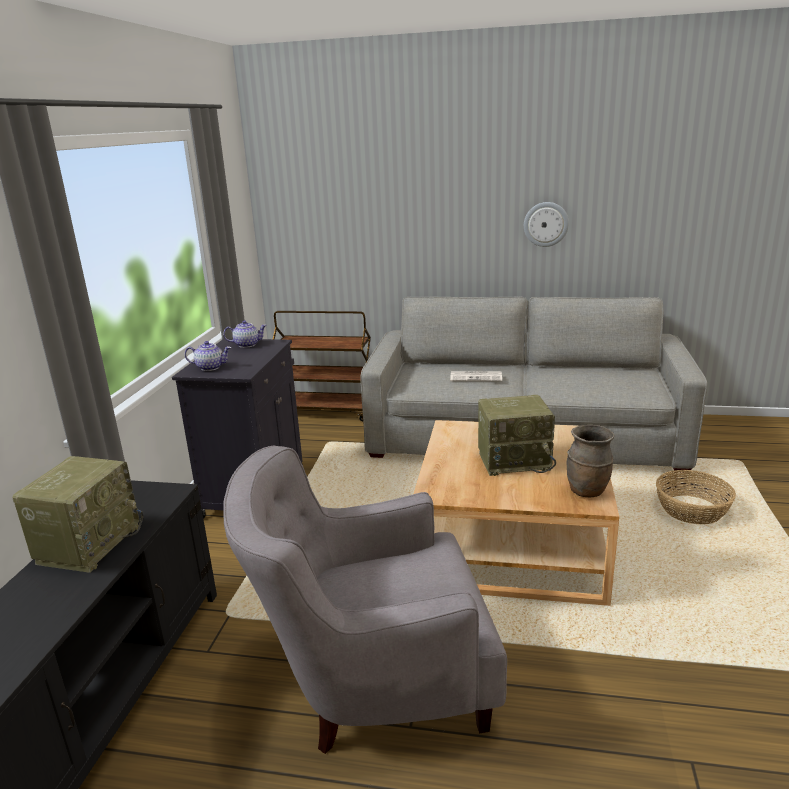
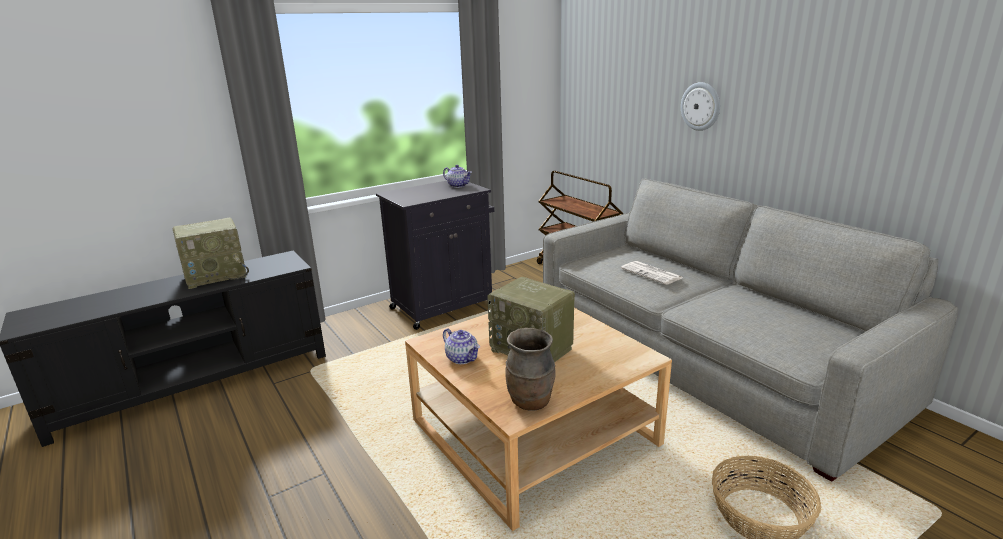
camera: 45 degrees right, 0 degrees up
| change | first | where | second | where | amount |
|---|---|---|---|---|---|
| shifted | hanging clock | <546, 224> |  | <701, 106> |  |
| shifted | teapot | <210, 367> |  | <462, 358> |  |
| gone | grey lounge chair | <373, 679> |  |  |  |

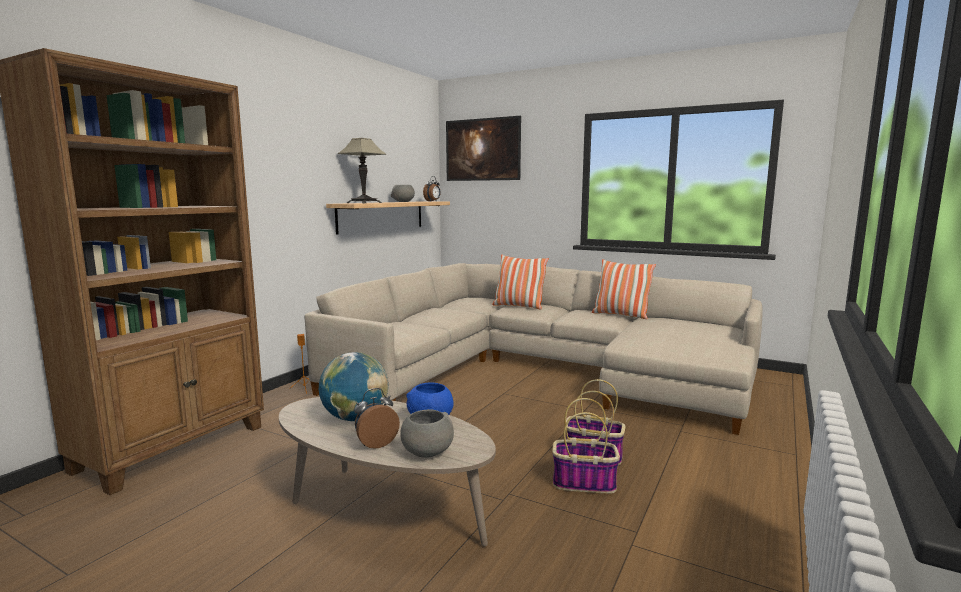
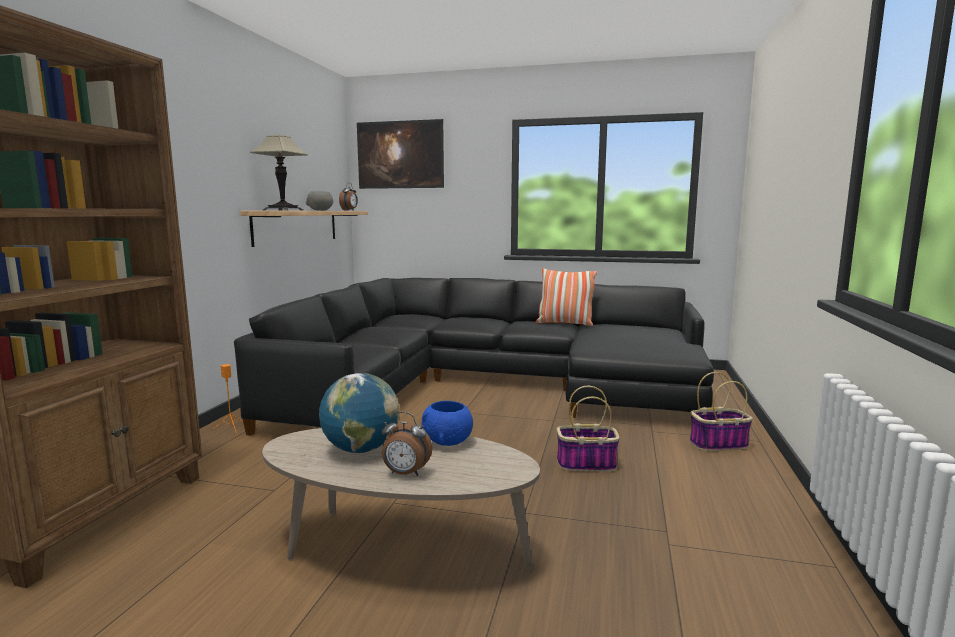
camera: 15 degrees left, 0 degrees up
| change | first | where | second | where | amount |
|---|---|---|---|---|---|
| gone | pillow | <519, 306> |  |  |  |
| repainted | beige-coloured sofa | <539, 370> | black sofa | <487, 386> |  |
| rotated | table clock | <376, 443> |  | <405, 473> | 120 degrees counterclockwise |
| shifted | household basket | <584, 483> |  | <718, 444> |  |
| gone | grey serving bowl | <427, 452> |  |  |  |

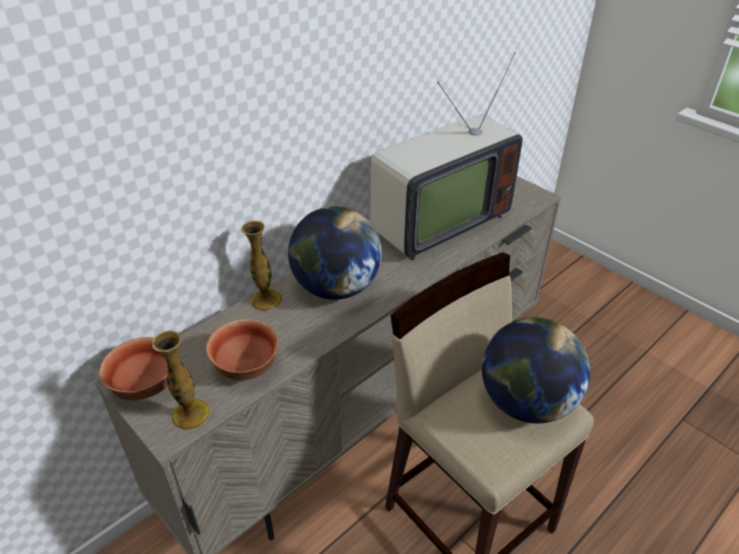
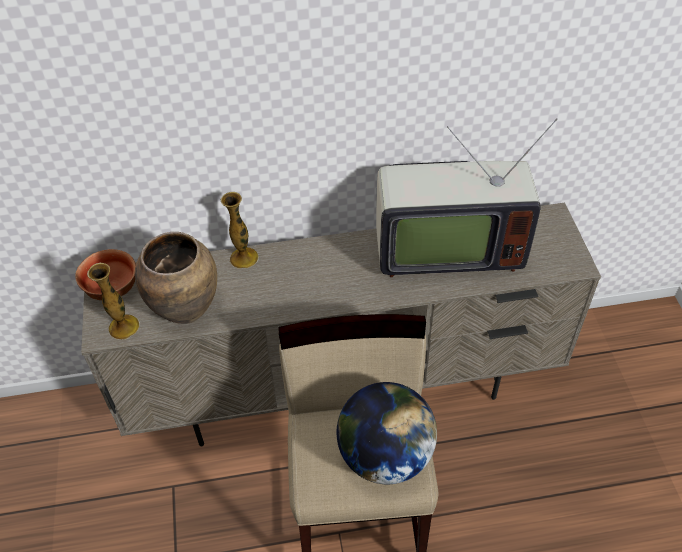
camera: 35 degrees right, 10 degrees up
| change | first | where | second | where | amount |
|---|---|---|---|---|---|
| gone | globe | <336, 288> |  |  |  |
| swapped | serving bowl | <247, 366> | brown decorative vase | <187, 309> |  |

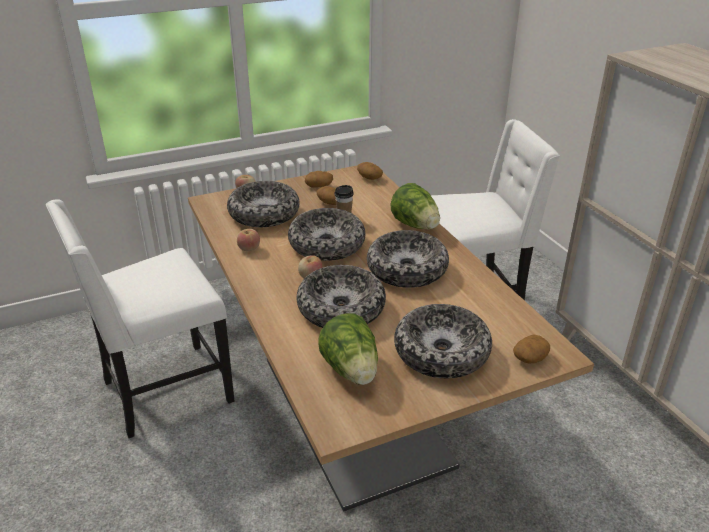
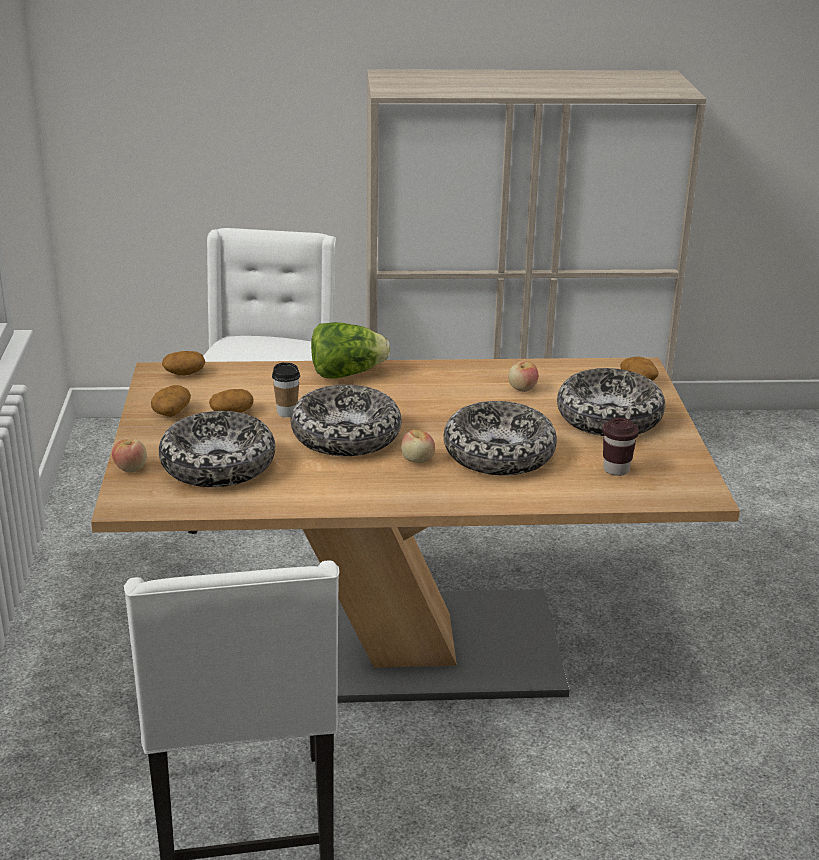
camera: 70 degrees left, 5 degrees down
| change | first | where | second | where | amount |
|---|---|---|---|---|---|
| shifted | apple fruit | <249, 248> |  | <522, 389> |  |
| gone | serving bowl | <407, 269> |  |  |  |
| swapped | lettuce | <351, 370> | brown drinking cup | <616, 470> |  |

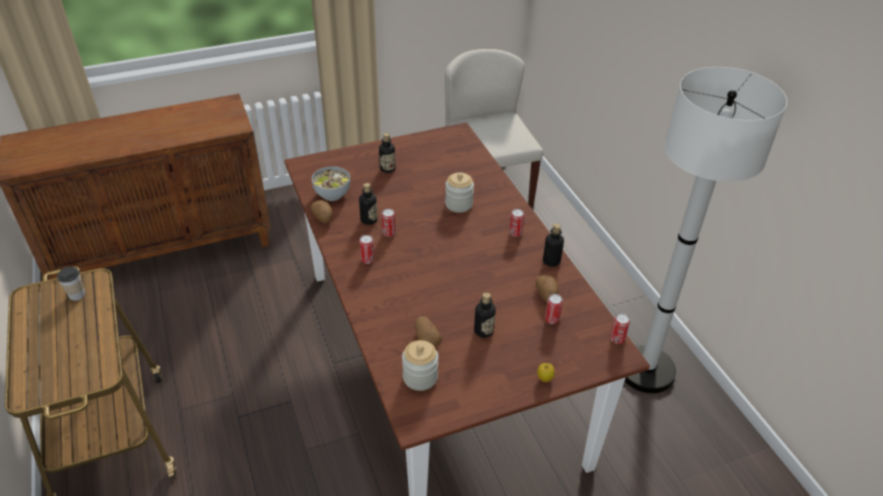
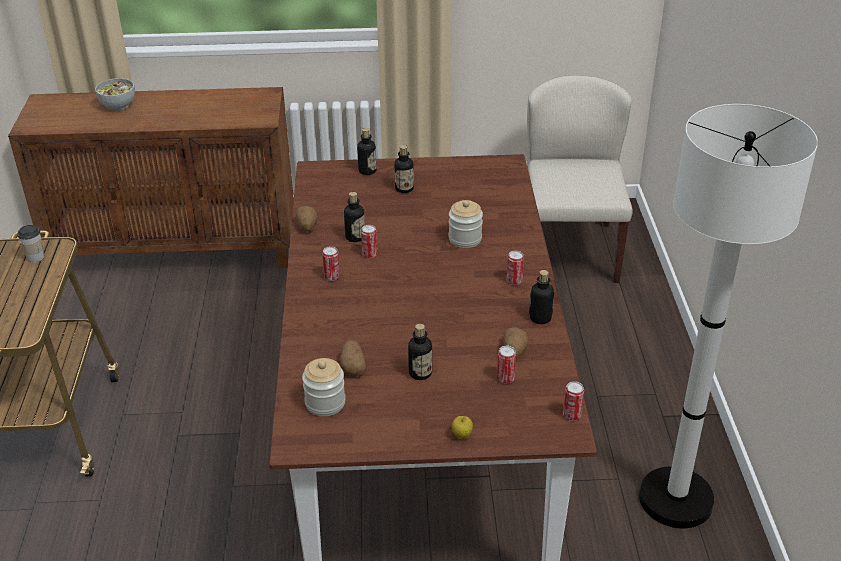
camera: 20 degrees right, 5 degrees down
| change | first | where | second | where | amount |
|---|---|---|---|---|---|
| shifted | serving bowl | <332, 194> |  | <118, 106> |  |
| new |  |  | beverage bottle | <367, 171> |  |

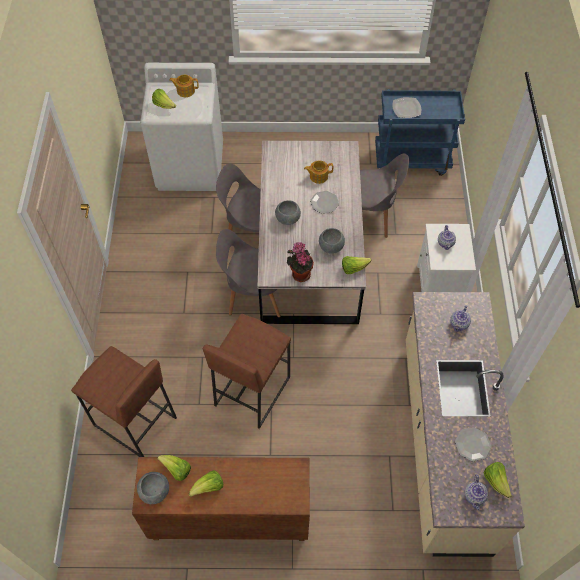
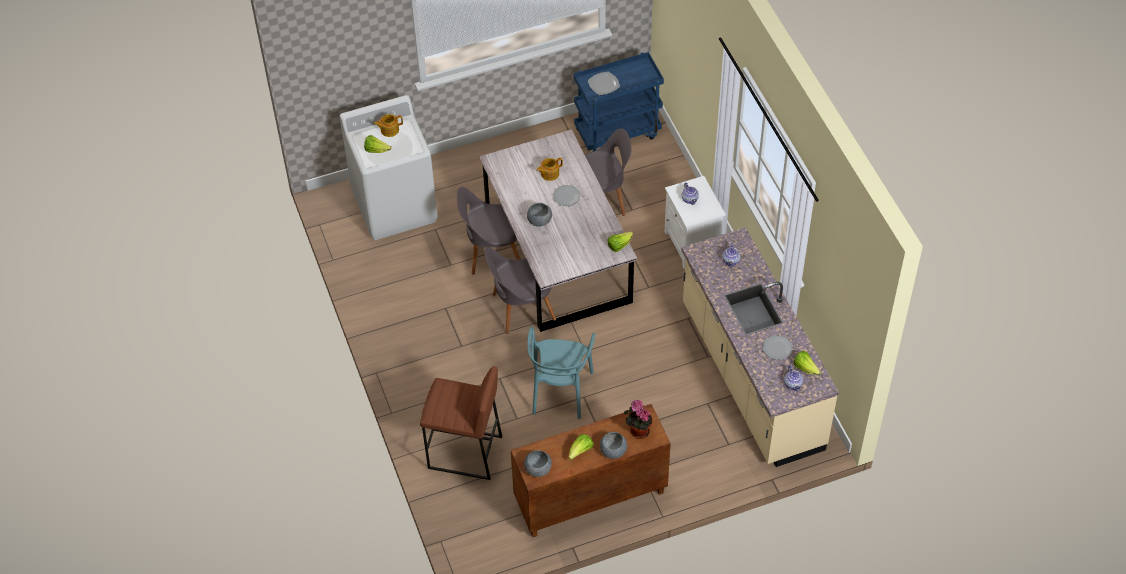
camera: 20 degrees left, 5 degrees down
| change | first | where | second | where | amount |
|---|---|---|---|---|---|
| shifted | grey serving bowl | <331, 246> |  | <613, 450> |  |
| shifted | plant in a pot | <299, 273> |  | <638, 430> |  |
| swapped | brown stool seat | <251, 390> | turquoise plain chair | <560, 391> |  |
| gone | lettuce | <176, 470> |  |  |  |

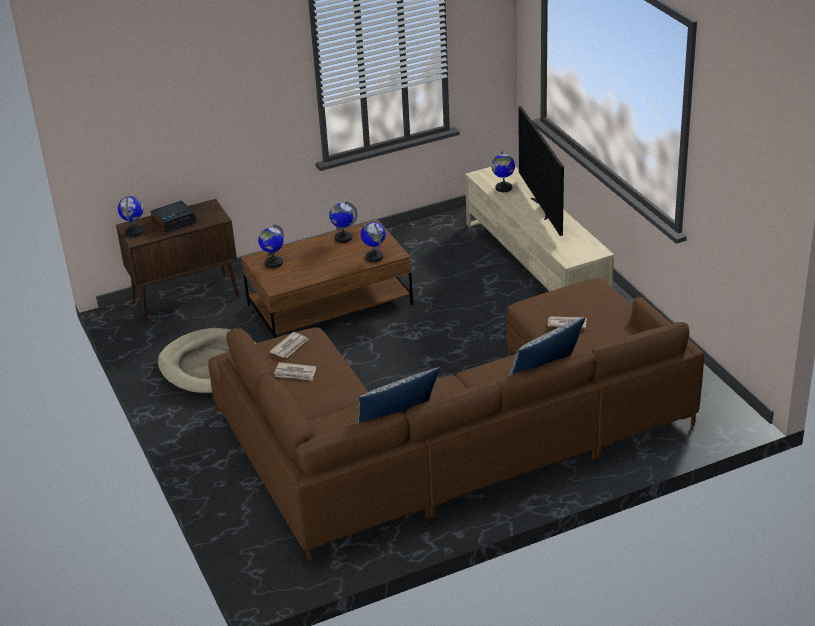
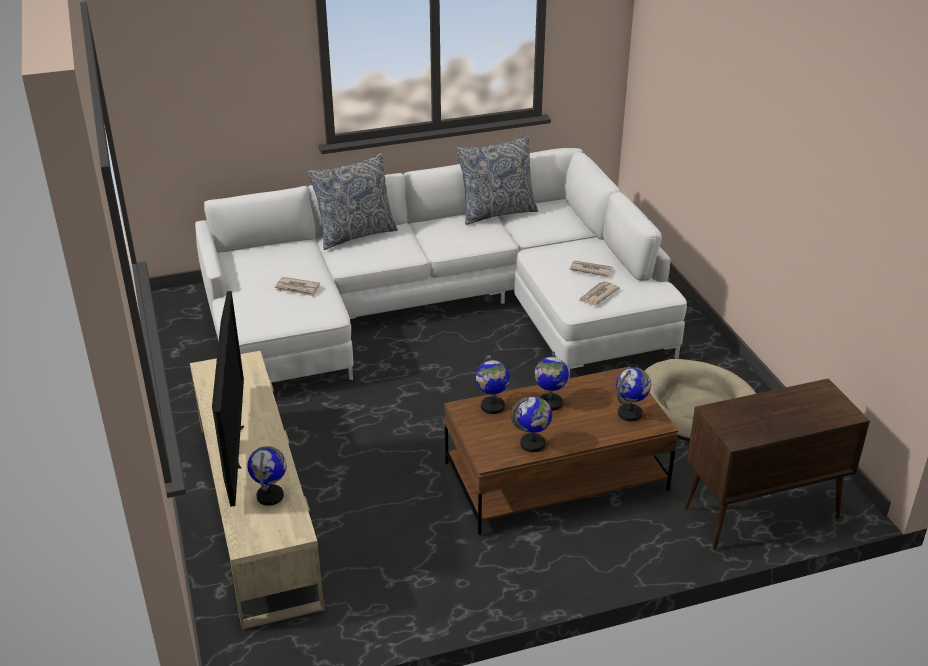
camera: 175 degrees left, 0 degrees up
| change | first | where | second | where | amount |
|---|---|---|---|---|---|
| shifted | globe | <134, 232> |  | <550, 403> |  |
| gone | table clock | <174, 220> |  |  |  |
| repainted | brown sofa | <450, 437> | whitish sofa | <440, 309> |  |

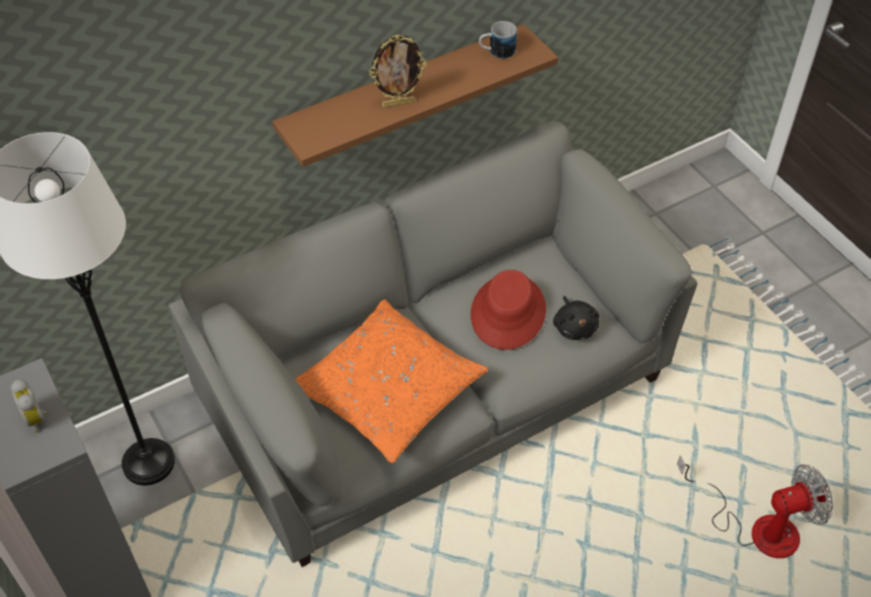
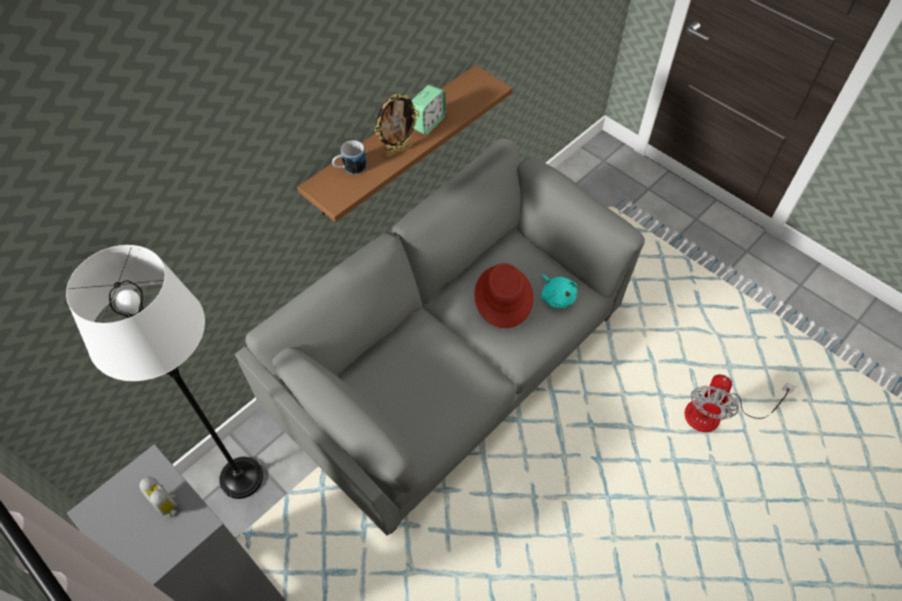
camera: 15 degrees left, 5 degrees up
| change | first | where | second | where | amount |
|---|---|---|---|---|---|
| shifted | tea mug | <496, 52> |  | <350, 168> |  |
| repainted | black soft toy | <574, 327> | turquoise soft toy | <557, 297> |  |
| gone | orangey pillow | <388, 390> |  |  |  |
| rotated | fan | <757, 527> |  | <715, 414> | 150 degrees clockwise |
| new |  |  | table clock | <428, 123> |  |

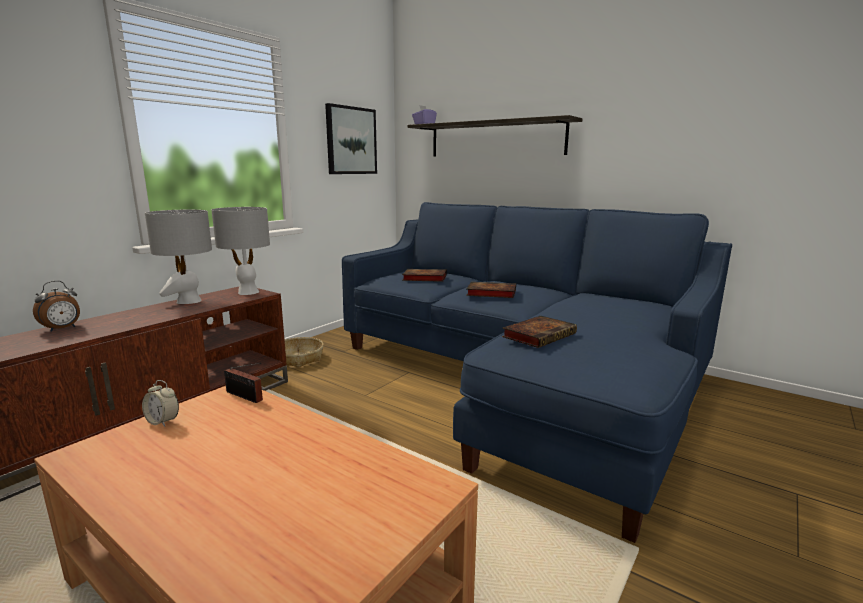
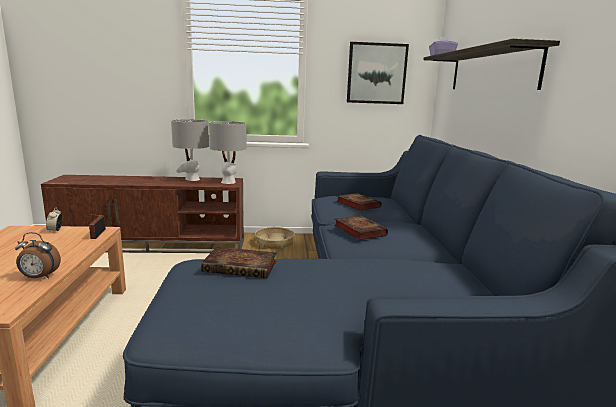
camera: 50 degrees right, 0 degrees up
| change | first | where | second | where | amount |
|---|---|---|---|---|---|
| shifted | table clock | <62, 329> |  | <39, 277> |  |

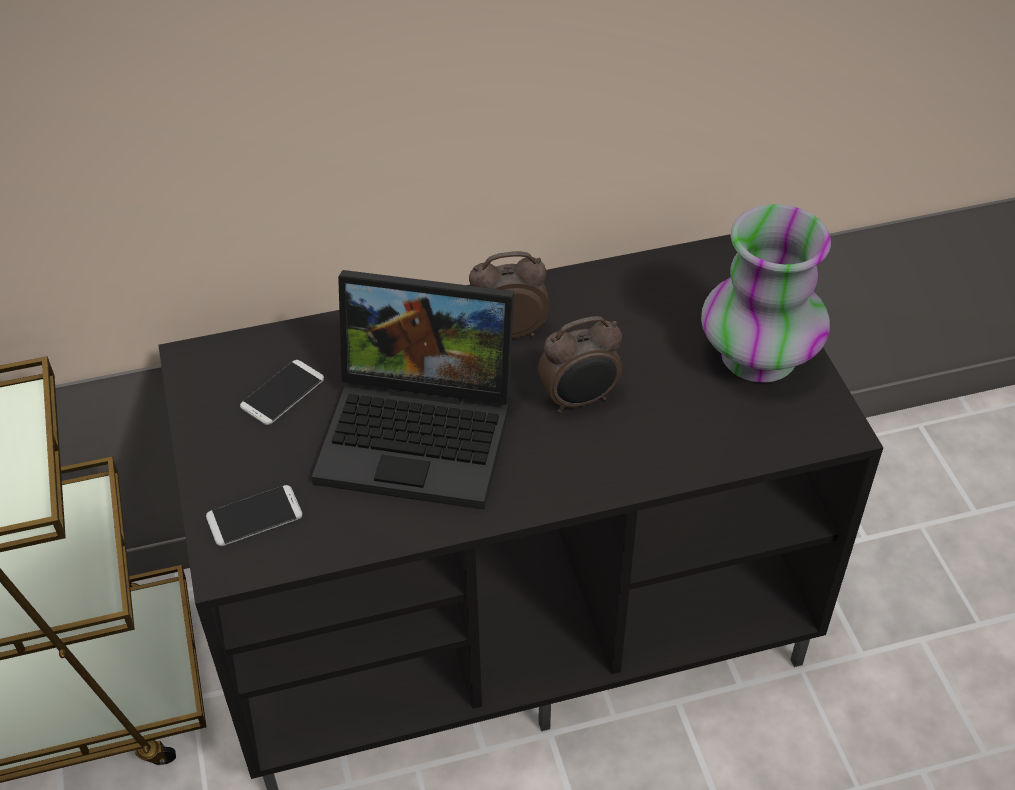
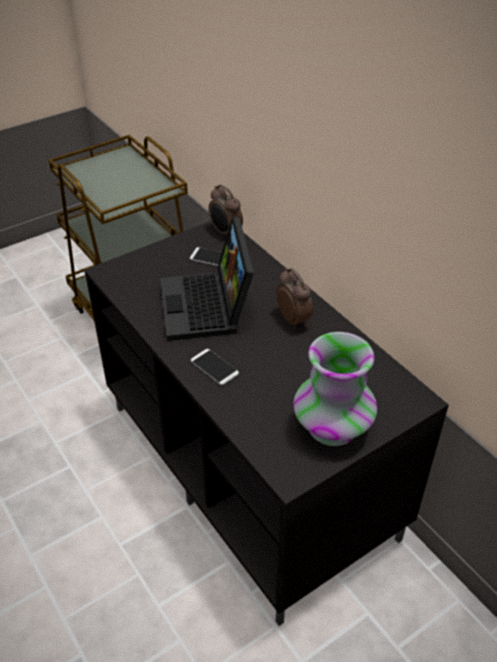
camera: 70 degrees right, 5 degrees down
| change | first | where | second | where | amount |
|---|---|---|---|---|---|
| shifted | table clock | <579, 400> |  | <225, 233> |  |
| shifted | telephone | <254, 516> |  | <214, 367> |  |

